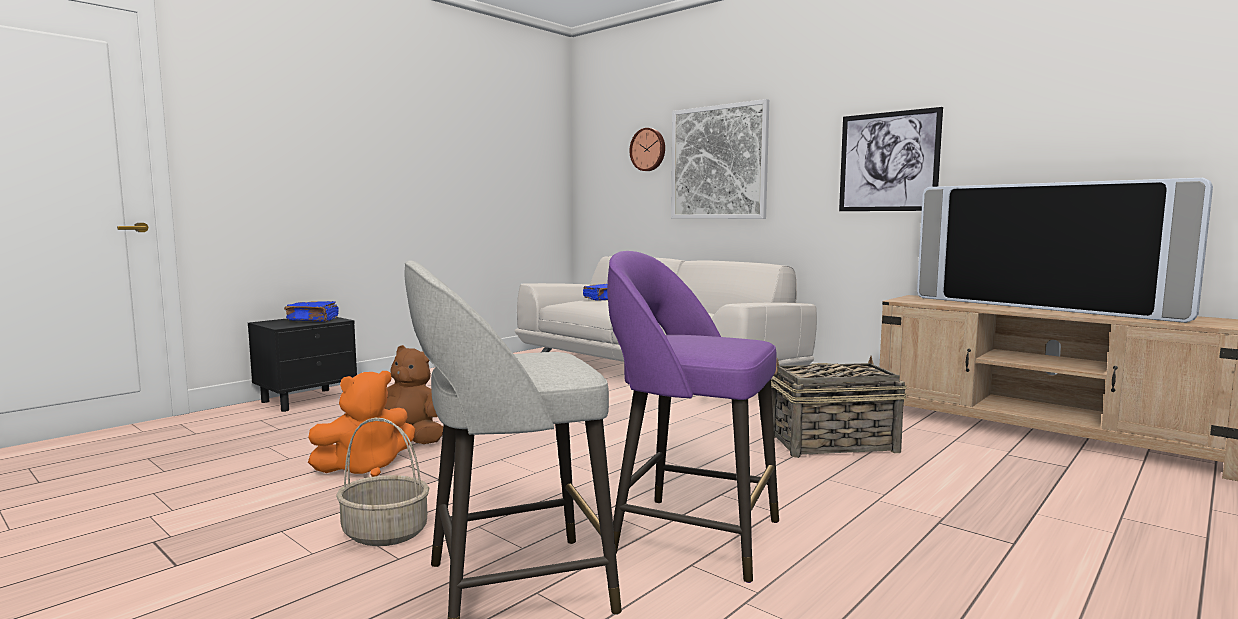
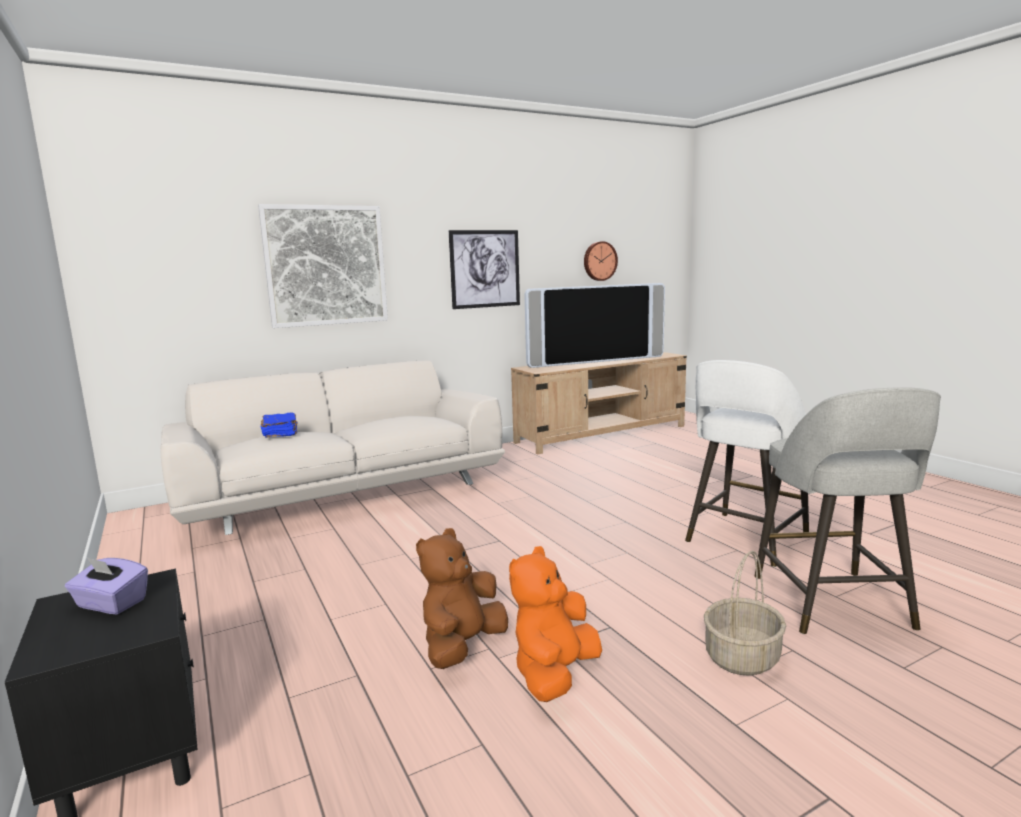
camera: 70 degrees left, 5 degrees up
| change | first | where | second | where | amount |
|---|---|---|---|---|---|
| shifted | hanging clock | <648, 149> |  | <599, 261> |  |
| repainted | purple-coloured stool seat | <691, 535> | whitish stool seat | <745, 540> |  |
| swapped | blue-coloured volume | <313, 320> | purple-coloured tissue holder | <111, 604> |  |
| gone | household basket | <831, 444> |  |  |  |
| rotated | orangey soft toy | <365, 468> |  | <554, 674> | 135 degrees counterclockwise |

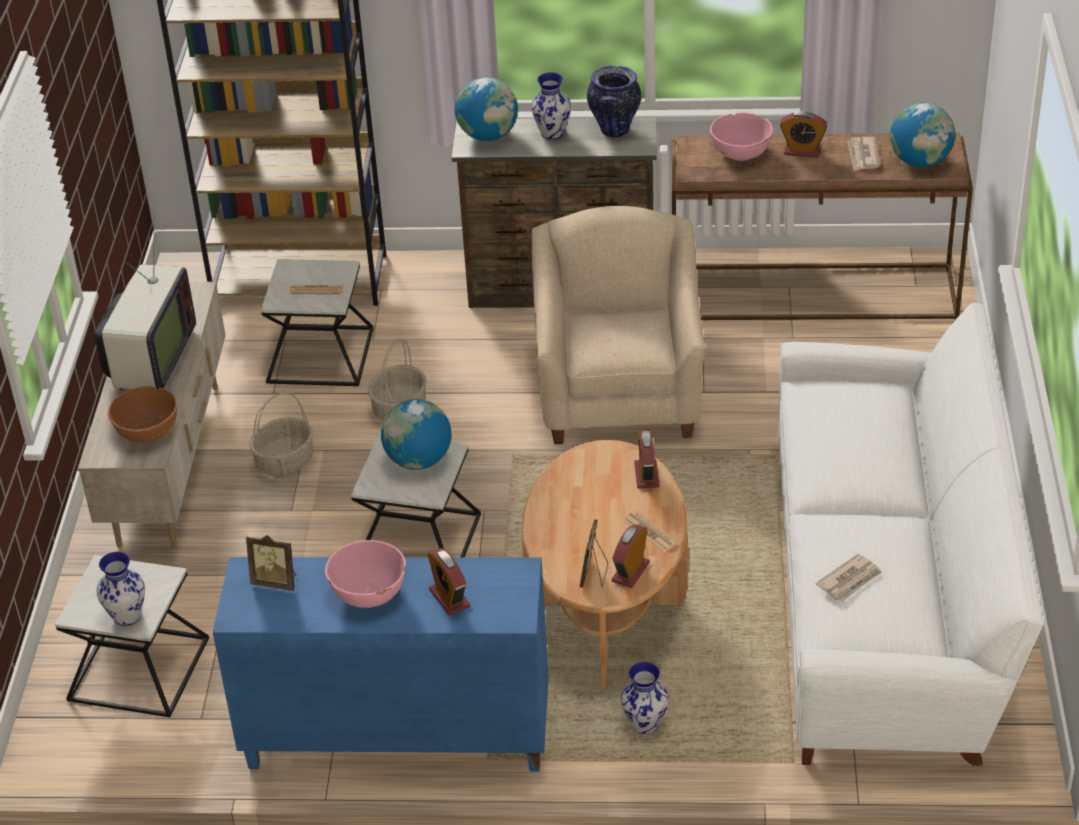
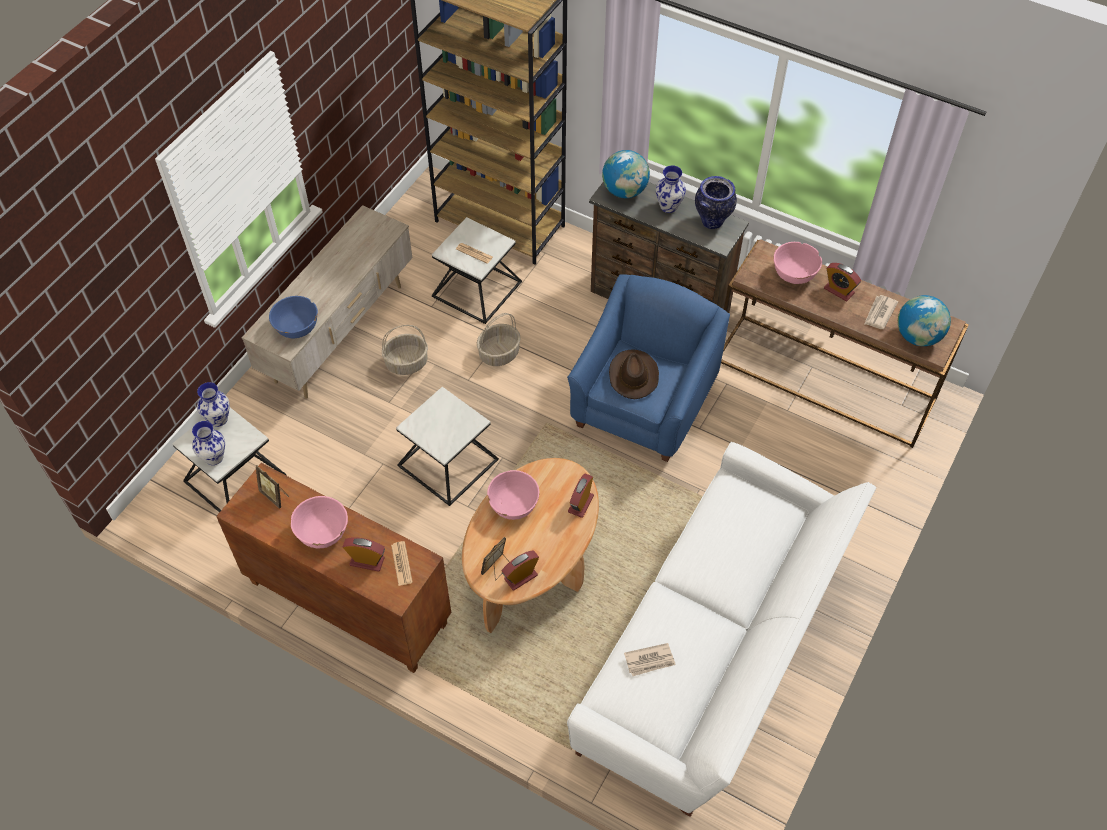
camera: 25 degrees right, 15 degrees up
| change | first | where | second | where | amount |
|---|---|---|---|---|---|
| repainted | beige-coloured lounge chair | <619, 393> | blue-coloured lounge chair | <644, 404> |  |
| gone | television | <150, 361> |  |  |  |
| repainted | brown serving bowl | <147, 431> | blue-coloured serving bowl | <296, 327> |  |
| gone | globe | <418, 460> |  |  |  |
| shifted | daily paper | <650, 532> |  | <401, 563> |  |
| rotated | table clock | <449, 598> |  | <367, 561> | 105 degrees clockwise |
| repainted | blue-coloured cabinet | <395, 737> | brown cabinet | <346, 603> |  |
| shifted | decorative vase | <645, 723> |  | <219, 418> |  |
| new |  |  | brown wearable hat | <633, 375> |  |
| new |  |  | pink serving bowl | <514, 505> |  |

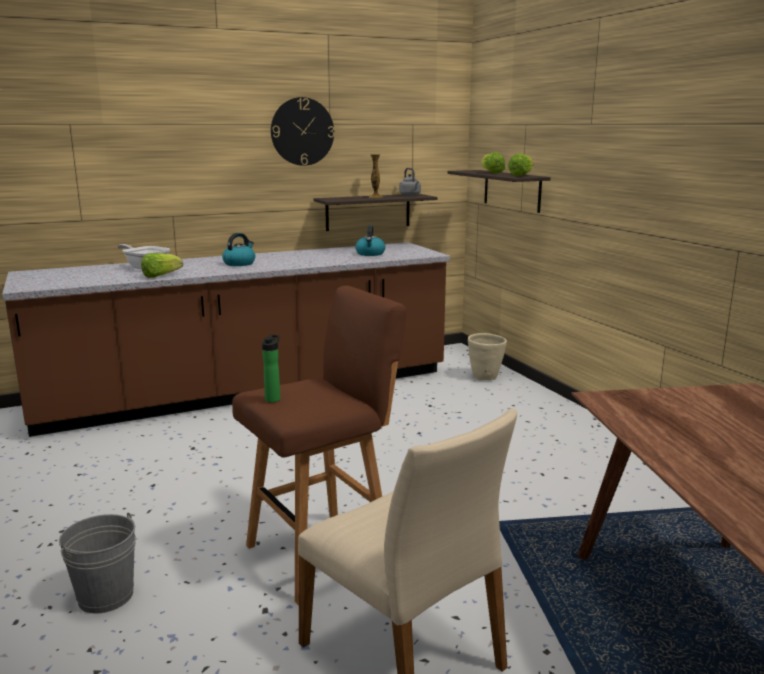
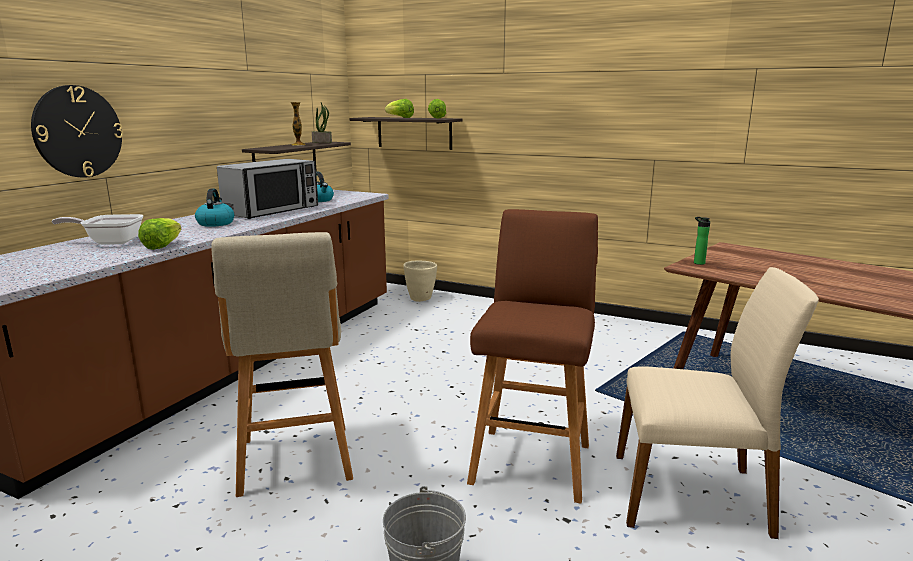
camera: 40 degrees left, 0 degrees up
| change | first | where | second | where | amount |
|---|---|---|---|---|---|
| shifted | hanging clock | <302, 131> |  | <78, 132> |  |
| swapped | grey water kettle | <410, 195> | plant in a pot | <322, 142> |  |
| shifted | beverage bottle | <273, 398> |  | <697, 263> |  |
| new |  |  | microwave | <272, 210> |  |
| new |  |  | beige-coloured stool seat | <295, 462> |  |

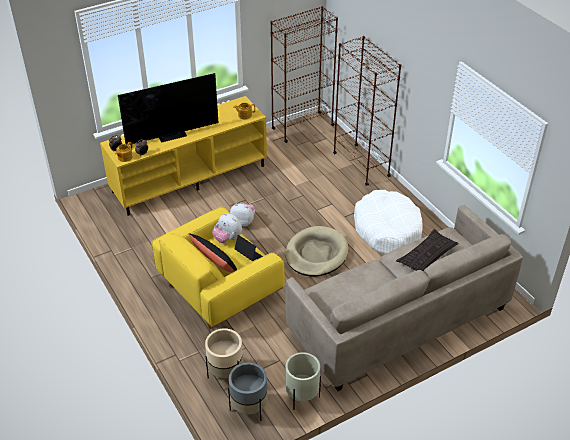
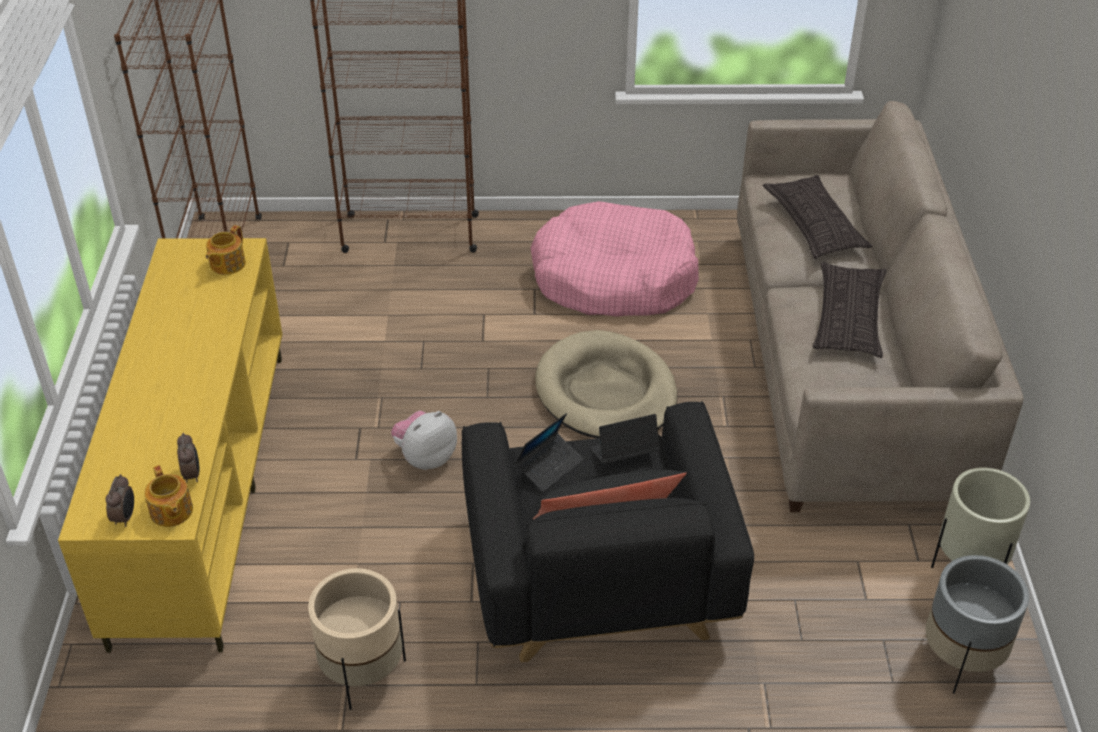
camera: 60 degrees left, 0 degrees up
| change | first | where | second | where | amount |
|---|---|---|---|---|---|
| gone | television | <172, 135> |  |  |  |
| repainted | whitish pet bed | <387, 230> | pink pet bed | <614, 278> |  |
| repainted | yellow lounge chair | <219, 289> | black lounge chair | <599, 575> |  |
| swapped | soft toy | <227, 238> | notebook computer | <549, 466> |  |
| shifted | beige-coloured planter | <225, 373> |  | <363, 673> |  |
| new |  |  | pillow | <848, 317> |  |

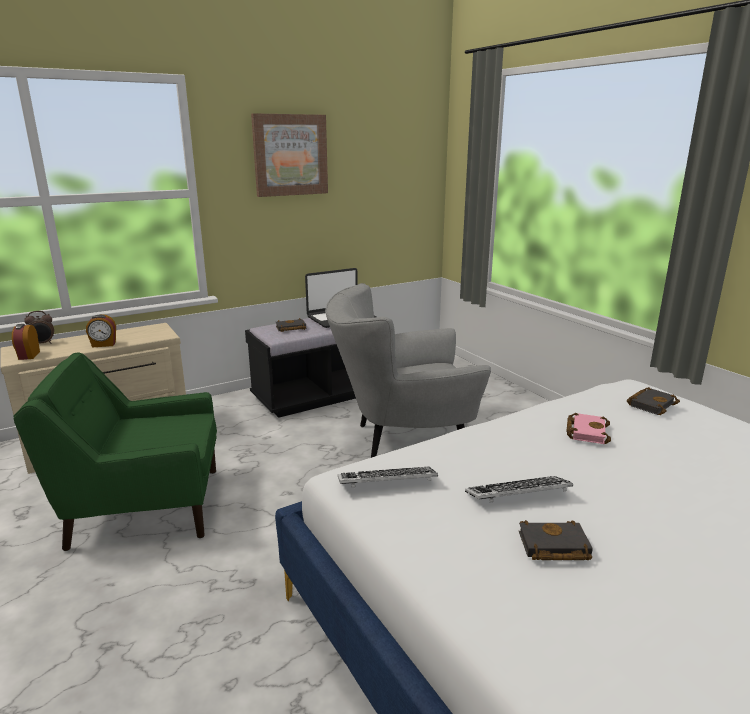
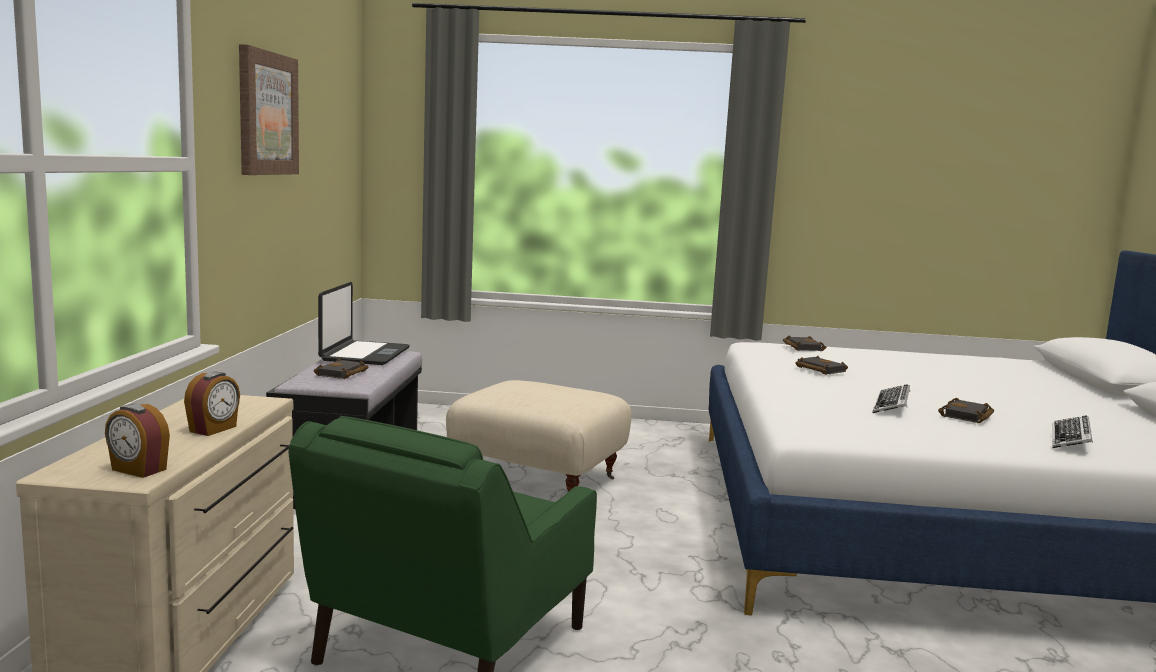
camera: 55 degrees left, 10 degrees down
| change | first | where | second | where | amount |
|---|---|---|---|---|---|
| swapped | grey lounge chair | <402, 439> | beige-coloured footrest | <536, 481> |  |
| gone | table clock | <43, 343> |  |  |  |
| repainted | pink volume | <586, 431> | black volume | <818, 369> |  |
| shifted | keyboard | <387, 482> |  | <1071, 439> |  |

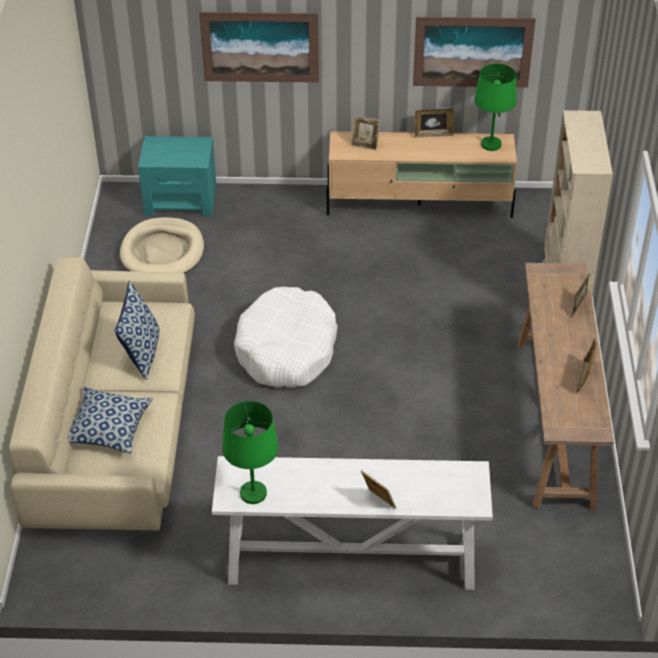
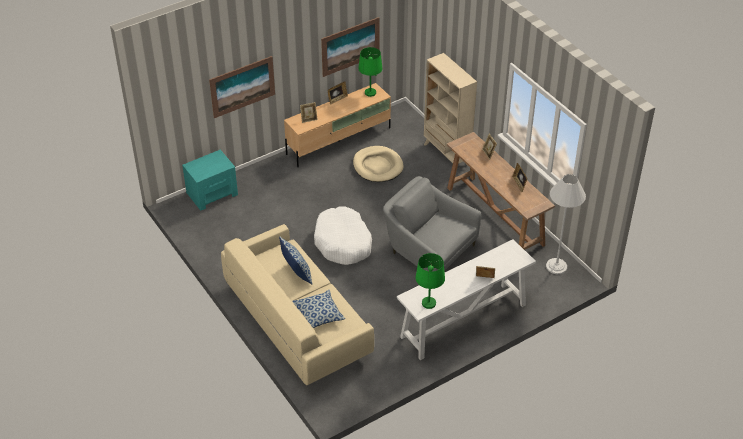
camera: 35 degrees left, 0 degrees up
| change | first | where | second | where | amount |
|---|---|---|---|---|---|
| shifted | beige-coloured pet bed | <162, 252> |  | <377, 166> |  |
| new |  |  | whitish standard lamp | <556, 266> |  |
| new |  |  | grey lounge chair | <428, 251> |  |

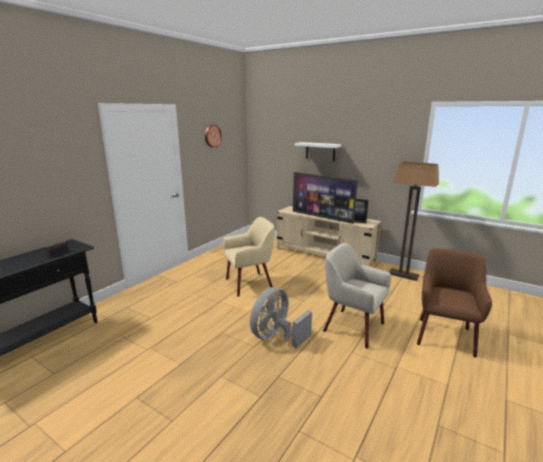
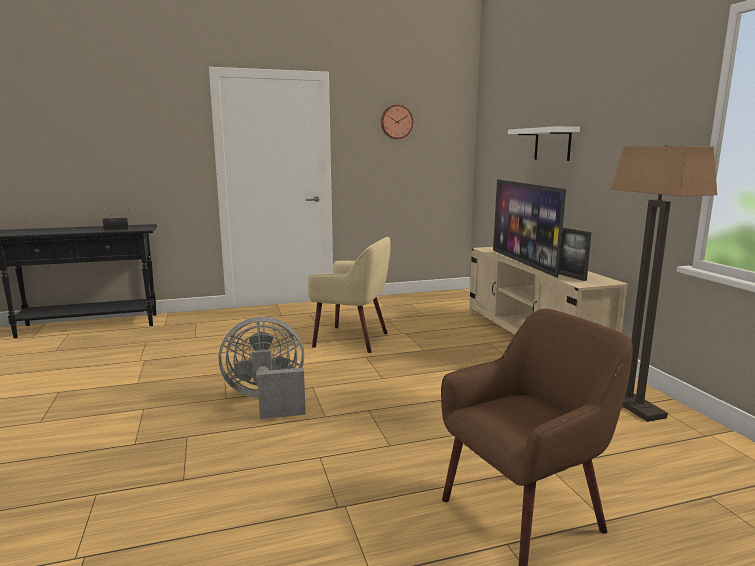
camera: 40 degrees right, 5 degrees down
| change | first | where | second | where | amount |
|---|---|---|---|---|---|
| gone | beige-coloured lounge chair | <352, 327> |  |  |  |

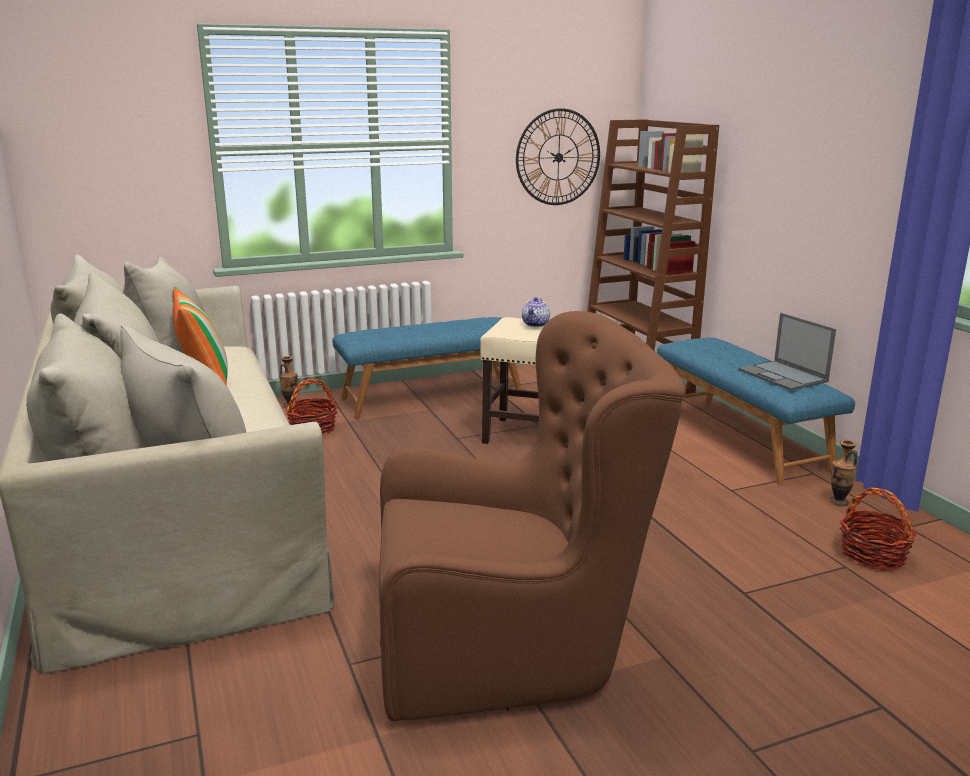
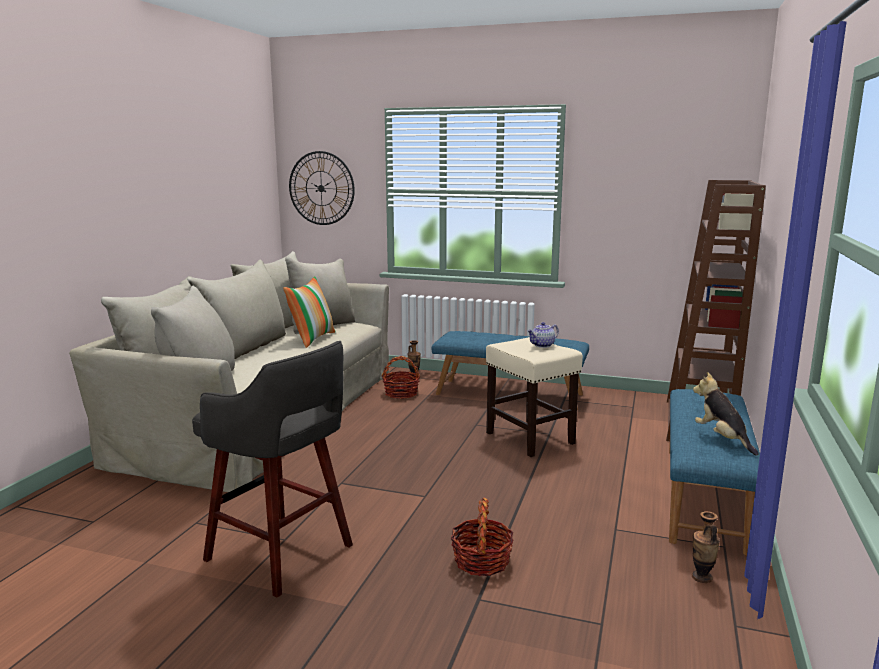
camera: 40 degrees right, 5 degrees down
| change | first | where | second | where | amount |
|---|---|---|---|---|---|
| shifted | hanging clock | <558, 157> |  | <321, 188> |  |
| swapped | brown lounge chair | <515, 645> | grey stool seat | <282, 554> |  |
| swapped | notebook computer | <783, 376> | soft toy | <722, 438> |  |
| shifted | household basket | <873, 555> |  | <481, 561> |  |

